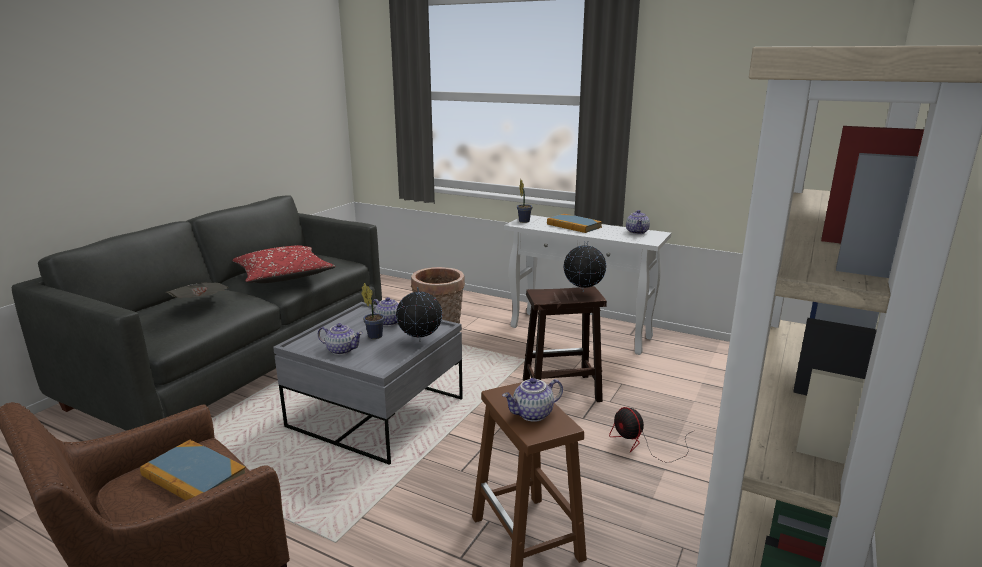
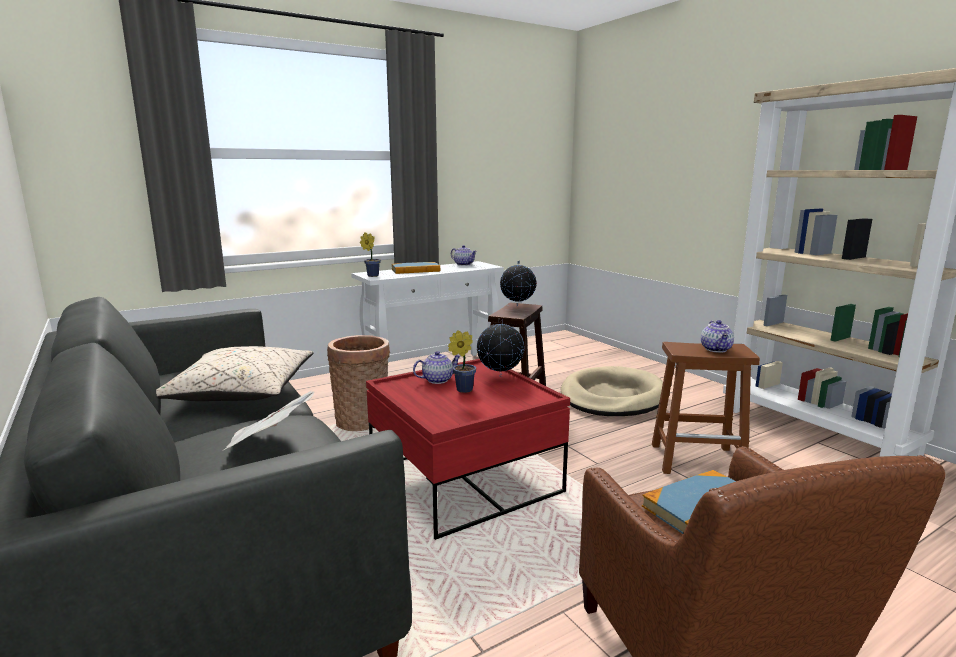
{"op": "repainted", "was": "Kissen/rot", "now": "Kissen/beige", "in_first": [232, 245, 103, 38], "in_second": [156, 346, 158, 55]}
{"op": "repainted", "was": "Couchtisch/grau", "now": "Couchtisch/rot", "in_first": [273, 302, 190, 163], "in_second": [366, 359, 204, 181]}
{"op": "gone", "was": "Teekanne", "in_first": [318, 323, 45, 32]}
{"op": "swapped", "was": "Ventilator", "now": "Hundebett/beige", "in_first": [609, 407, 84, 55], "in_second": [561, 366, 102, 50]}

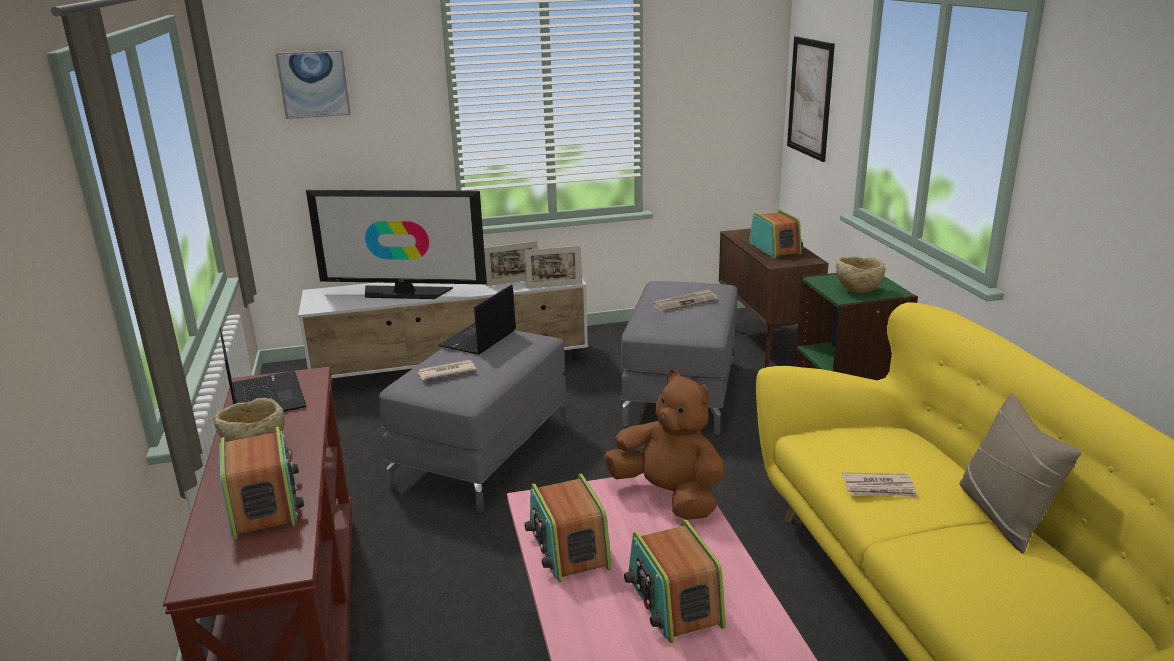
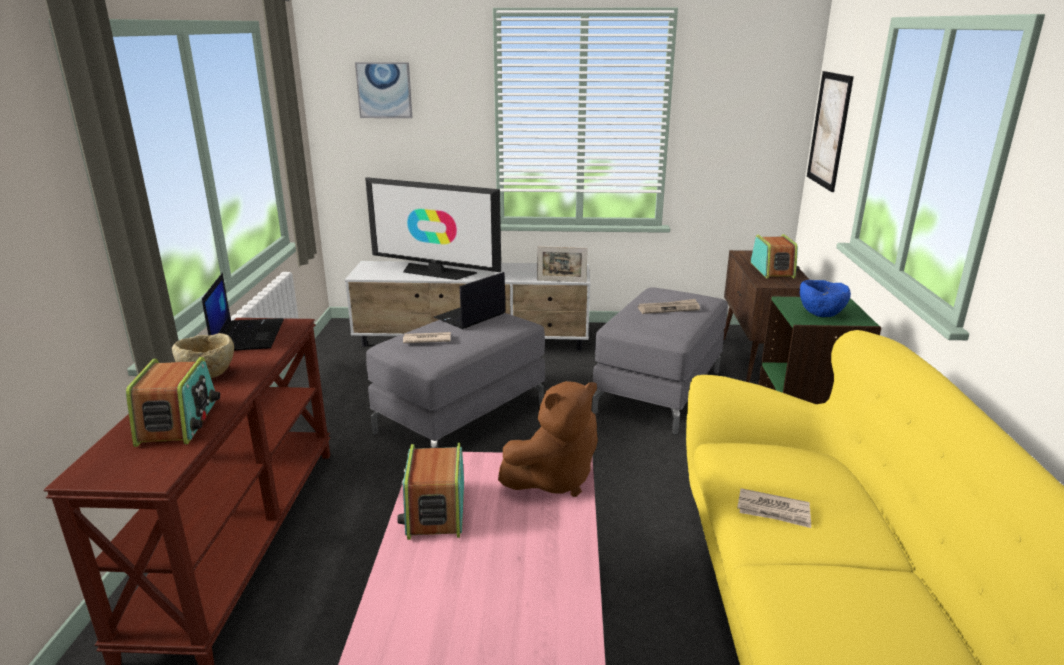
{"op": "gone", "was": "Bilderrahmen", "in_first": [484, 241, 54, 45]}
{"op": "repainted", "was": "Schüssel/beige", "now": "Schüssel/blau", "in_first": [836, 256, 50, 37], "in_second": [800, 280, 51, 37]}
{"op": "rotated", "was": "Plüschtier/braun", "in_first": [604, 370, 120, 150], "in_second": [498, 381, 100, 116], "clockwise": 90}
{"op": "gone", "was": "Kissen/beige", "in_first": [959, 393, 123, 161]}
{"op": "gone", "was": "Radio", "in_first": [624, 520, 102, 123]}

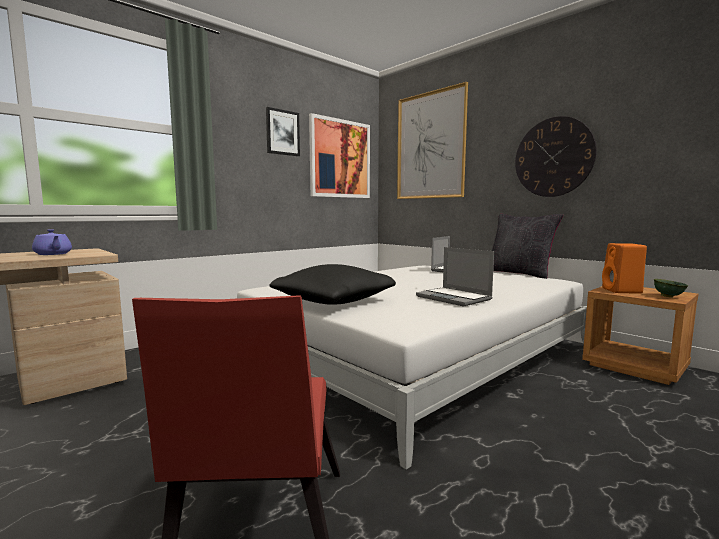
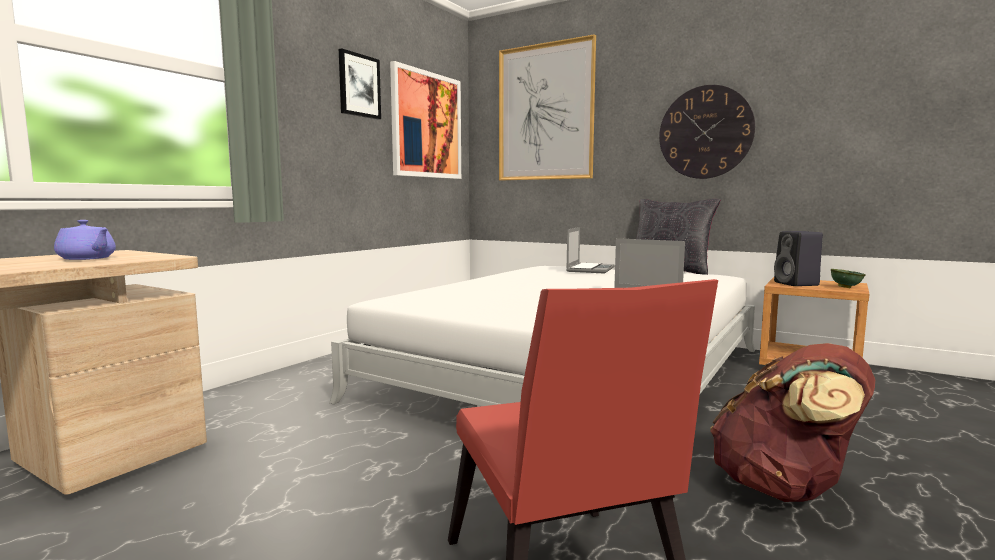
{"op": "repainted", "was": "Lautsprecher/orange", "now": "Lautsprecher/schwarz", "in_first": [602, 243, 45, 51], "in_second": [774, 231, 49, 55]}
{"op": "gone", "was": "Kissen/schwarz", "in_first": [269, 264, 127, 41]}
{"op": "new", "now": "Rucksack/braun", "in_second": [710, 343, 165, 159]}

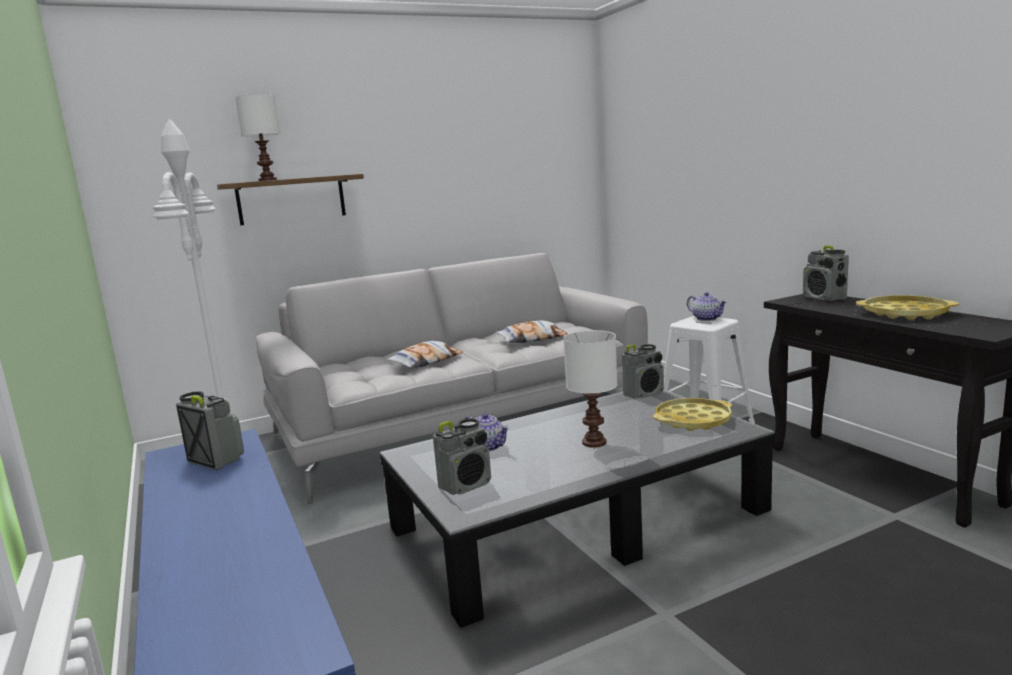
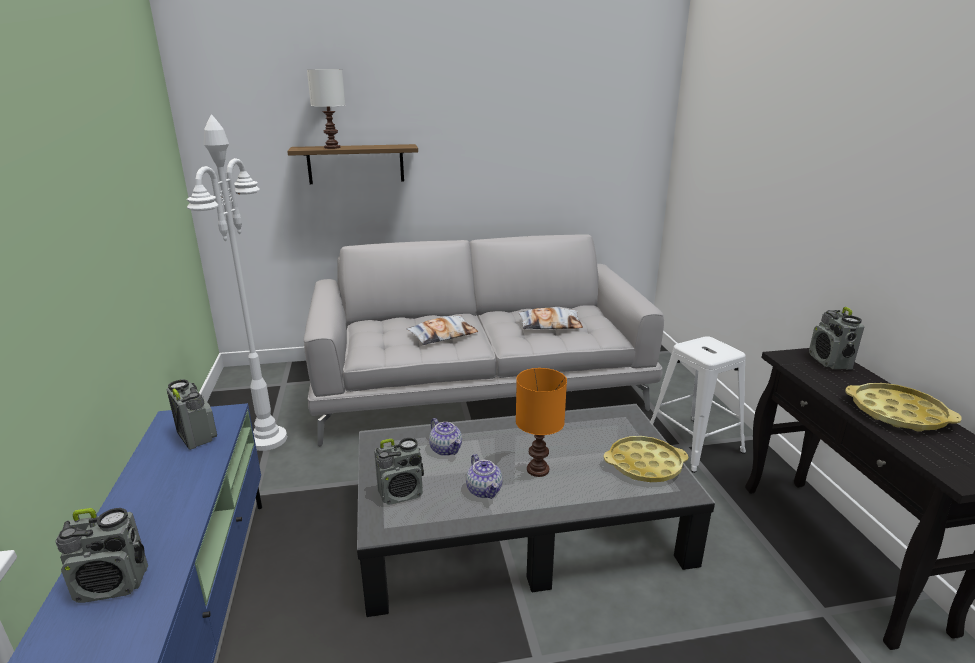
{"op": "shifted", "was": "Teekanne", "in_first": [687, 292, 40, 29], "in_second": [466, 454, 37, 45]}
{"op": "repainted", "was": "Tischlampe/weiß", "now": "Tischlampe/orange", "in_first": [563, 330, 55, 118], "in_second": [516, 368, 51, 109]}
{"op": "shifted", "was": "Radio", "in_first": [622, 344, 42, 55], "in_second": [55, 508, 93, 95]}

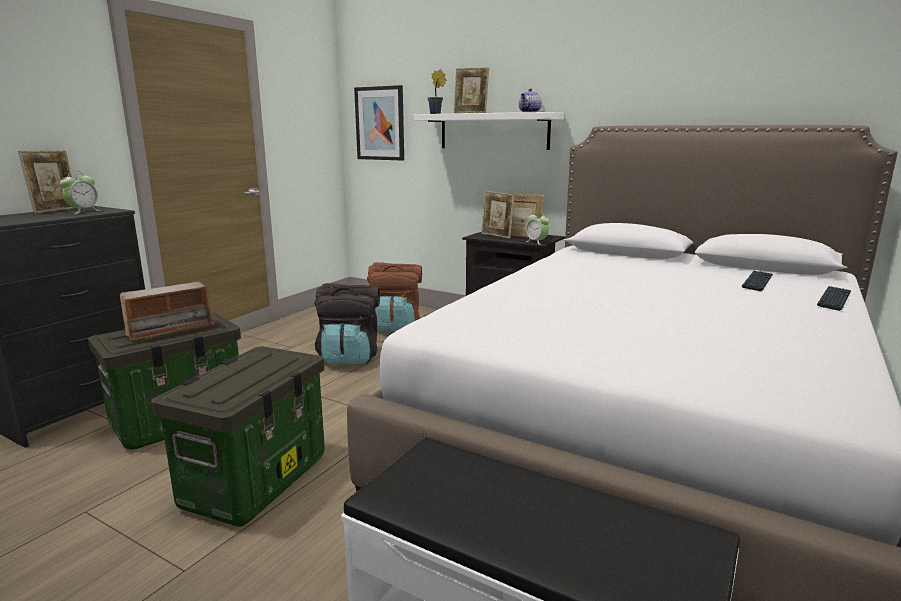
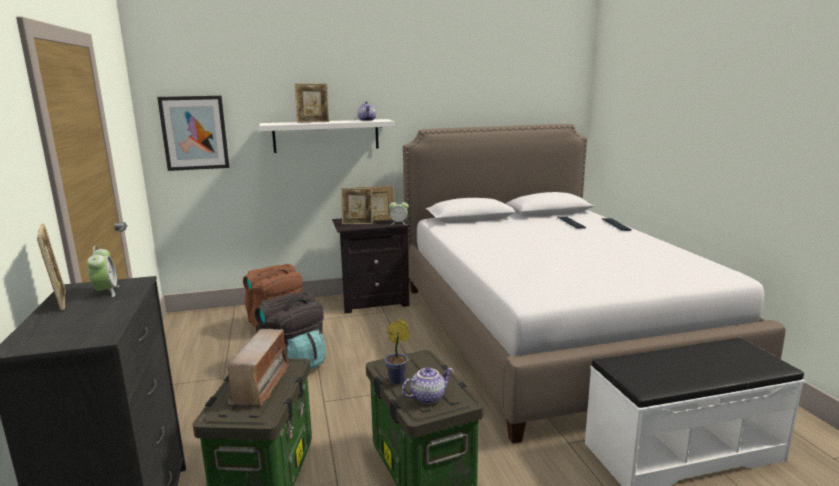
{"op": "shifted", "was": "Topfpflanze", "in_first": [428, 69, 18, 45], "in_second": [385, 318, 25, 66]}
{"op": "new", "now": "Teekanne", "in_second": [402, 367, 51, 37]}

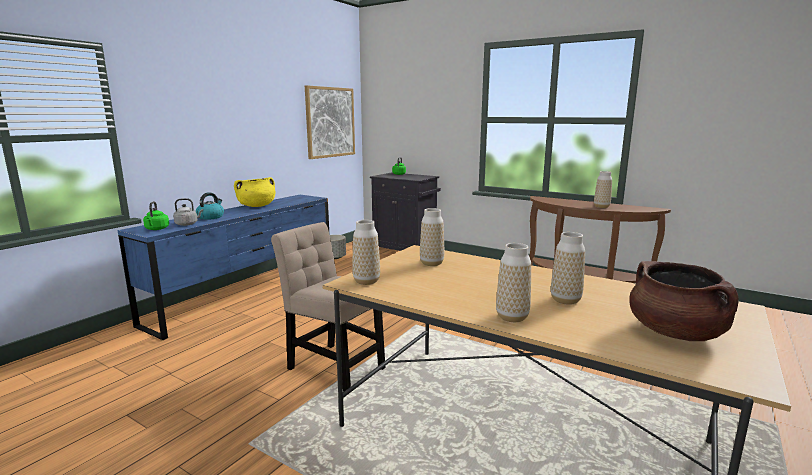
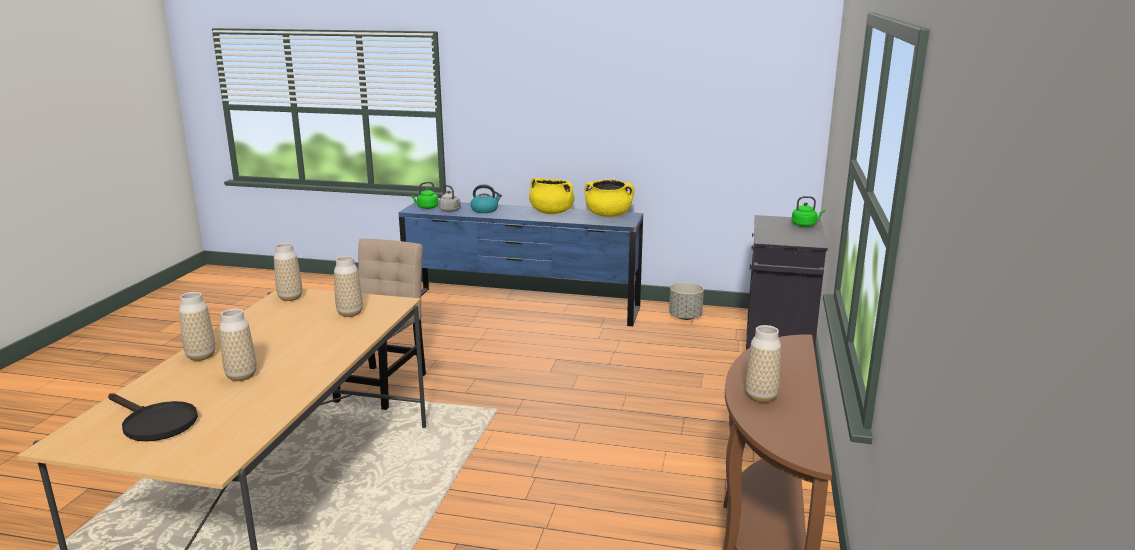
{"op": "gone", "was": "Bild", "in_first": [305, 85, 50, 74]}
{"op": "swapped", "was": "Kochtopf/braun", "now": "Pfanne/schwarz", "in_first": [629, 261, 109, 80], "in_second": [108, 393, 90, 48]}
{"op": "new", "now": "Kochtopf/gelb", "in_second": [585, 179, 49, 38]}

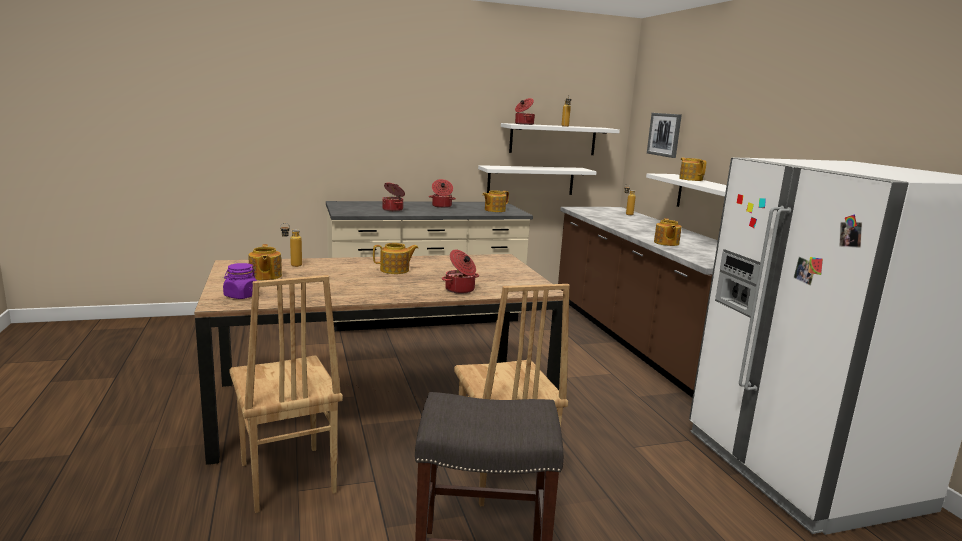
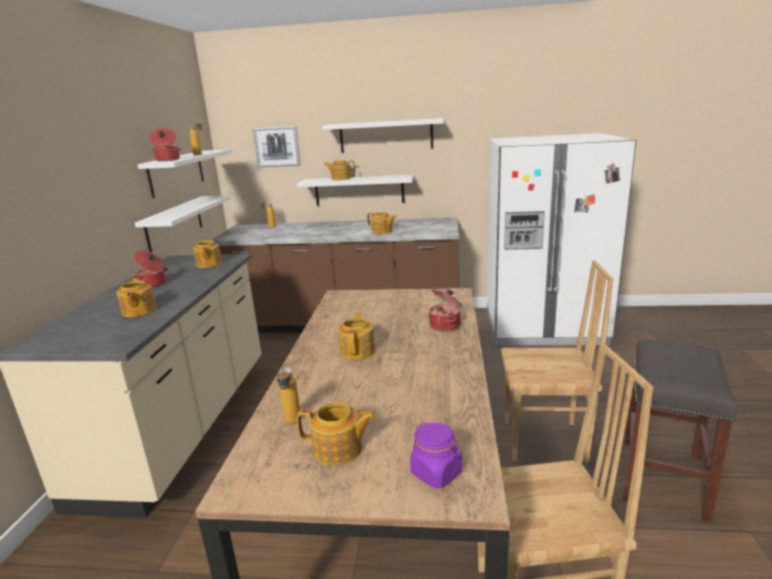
{"op": "swapped", "was": "Kochtopf", "now": "Teekanne", "in_first": [382, 183, 23, 28], "in_second": [116, 278, 40, 39]}
{"op": "new", "now": "Wandregal/weiß", "in_second": [322, 118, 122, 35]}

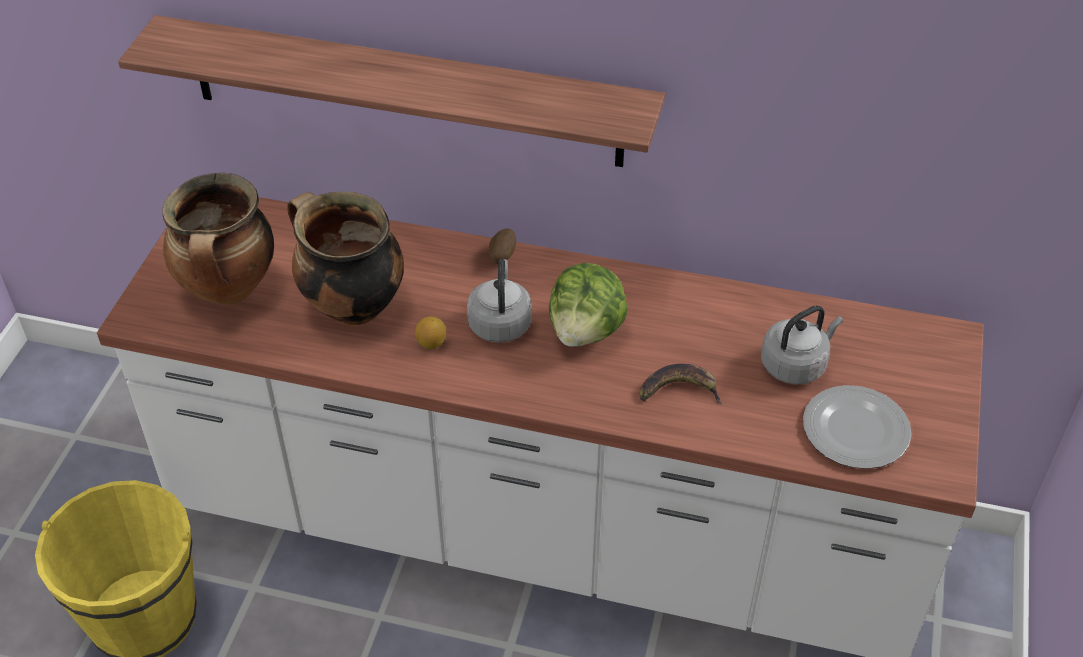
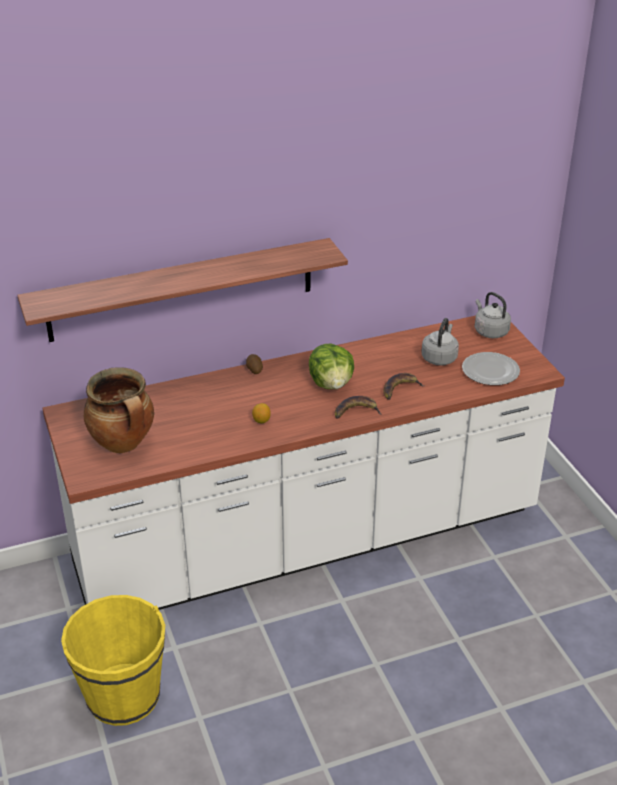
{"op": "gone", "was": "Kochtopf", "in_first": [287, 192, 117, 133]}
{"op": "shifted", "was": "Wasserkessel/grau", "in_first": [467, 258, 65, 85], "in_second": [475, 292, 36, 46]}
{"op": "new", "now": "Banane", "in_second": [335, 396, 47, 22]}

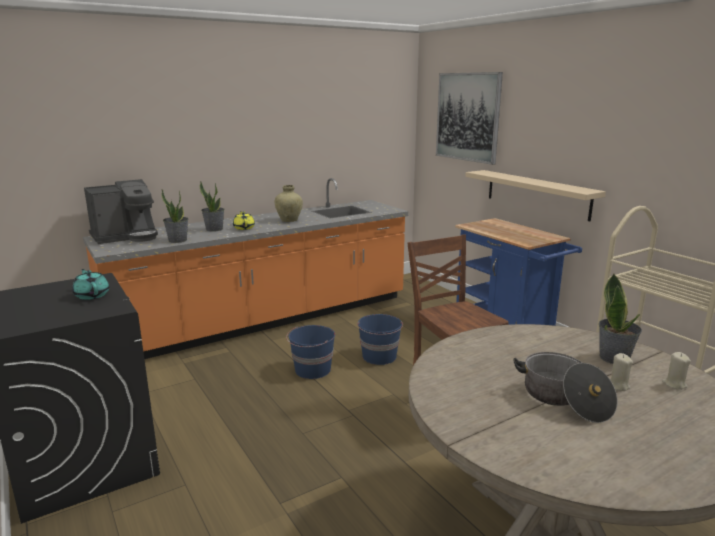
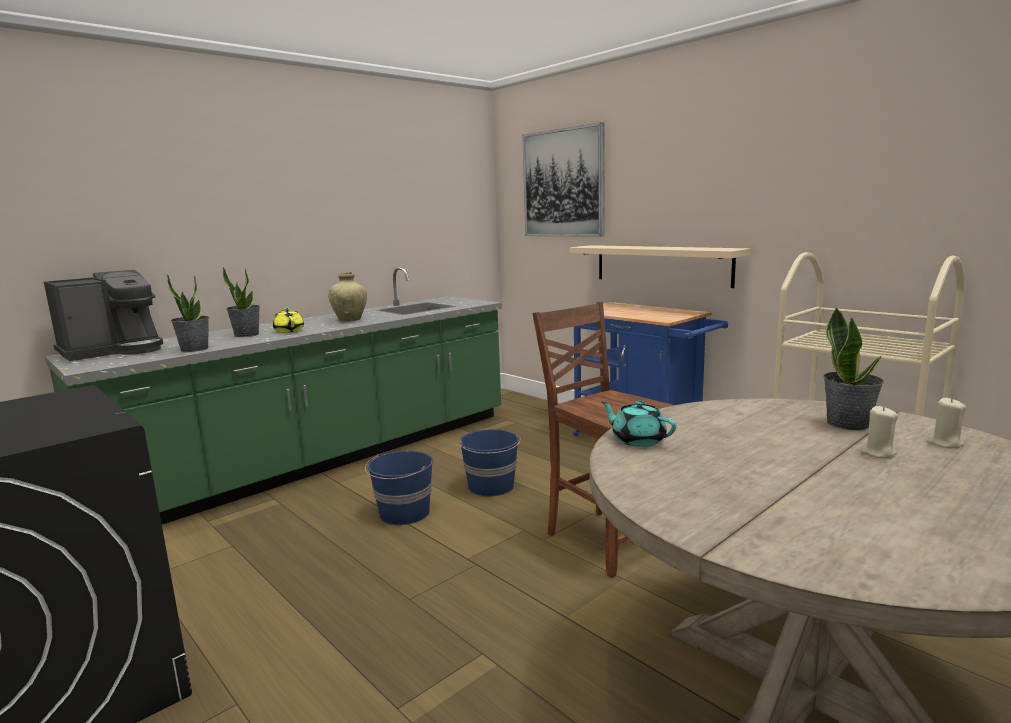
{"op": "repainted", "was": "Küchenzeile/orange", "now": "Küchenzeile/grün", "in_first": [83, 178, 326, 181], "in_second": [45, 267, 457, 257]}
{"op": "shifted", "was": "Teekanne/türkis", "in_first": [72, 269, 37, 31], "in_second": [601, 400, 76, 47]}
{"op": "gone", "was": "Kochtopf", "in_first": [513, 352, 104, 71]}

